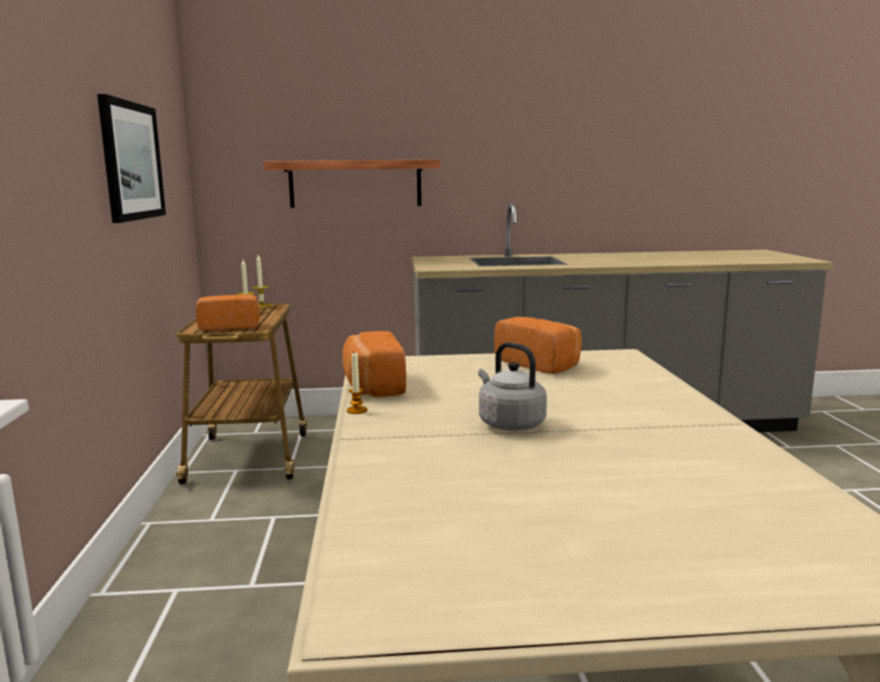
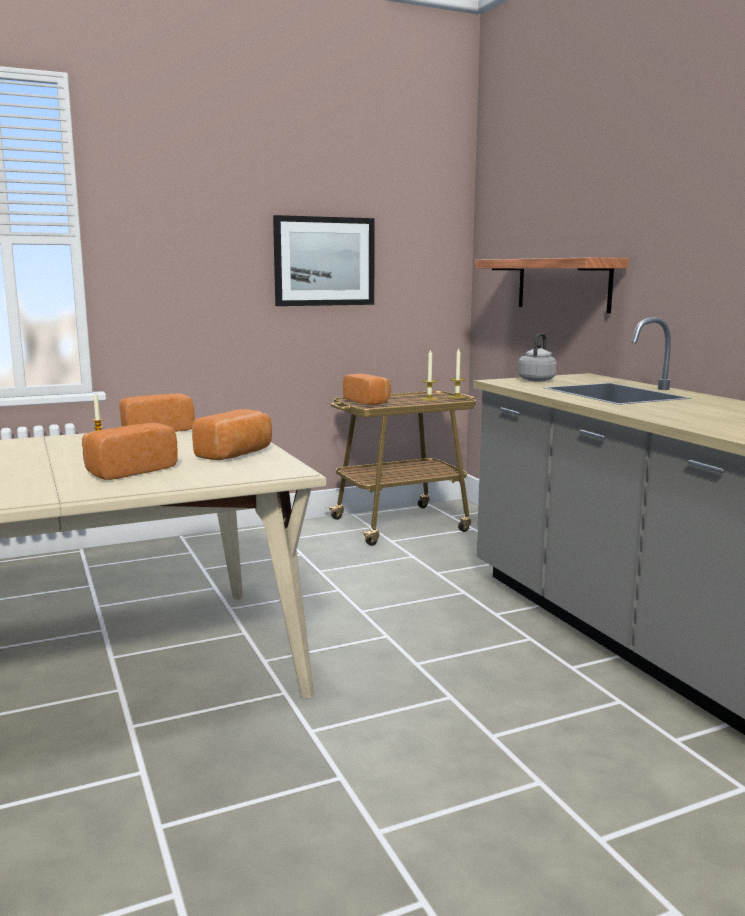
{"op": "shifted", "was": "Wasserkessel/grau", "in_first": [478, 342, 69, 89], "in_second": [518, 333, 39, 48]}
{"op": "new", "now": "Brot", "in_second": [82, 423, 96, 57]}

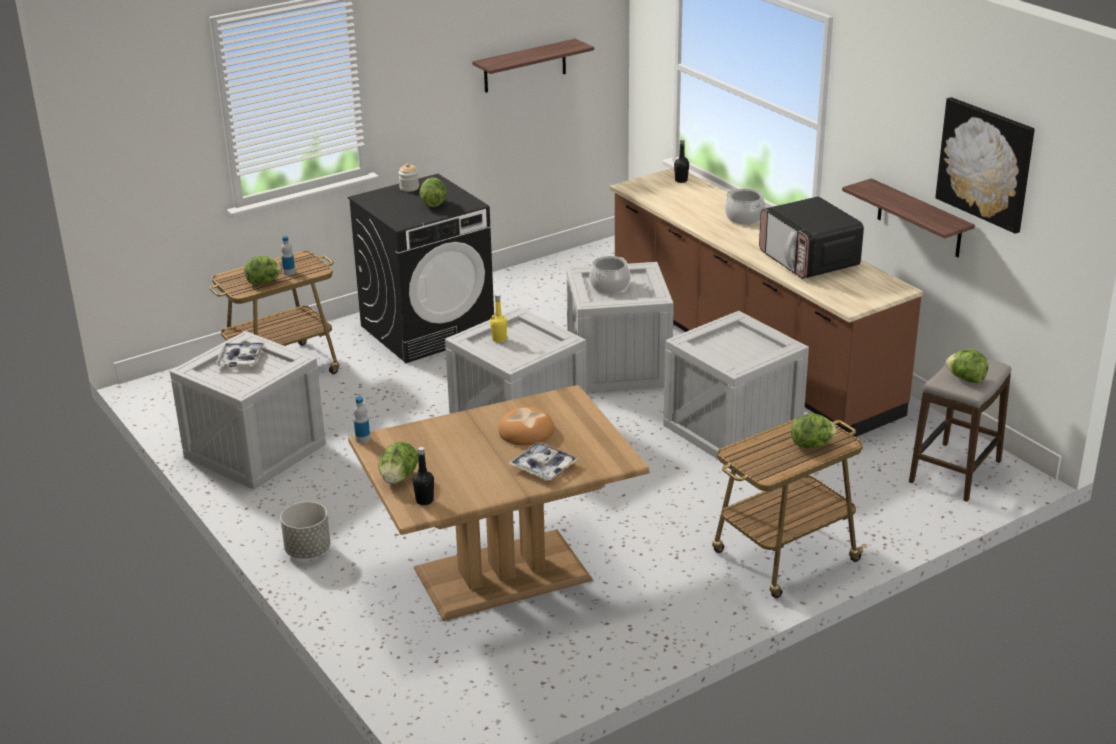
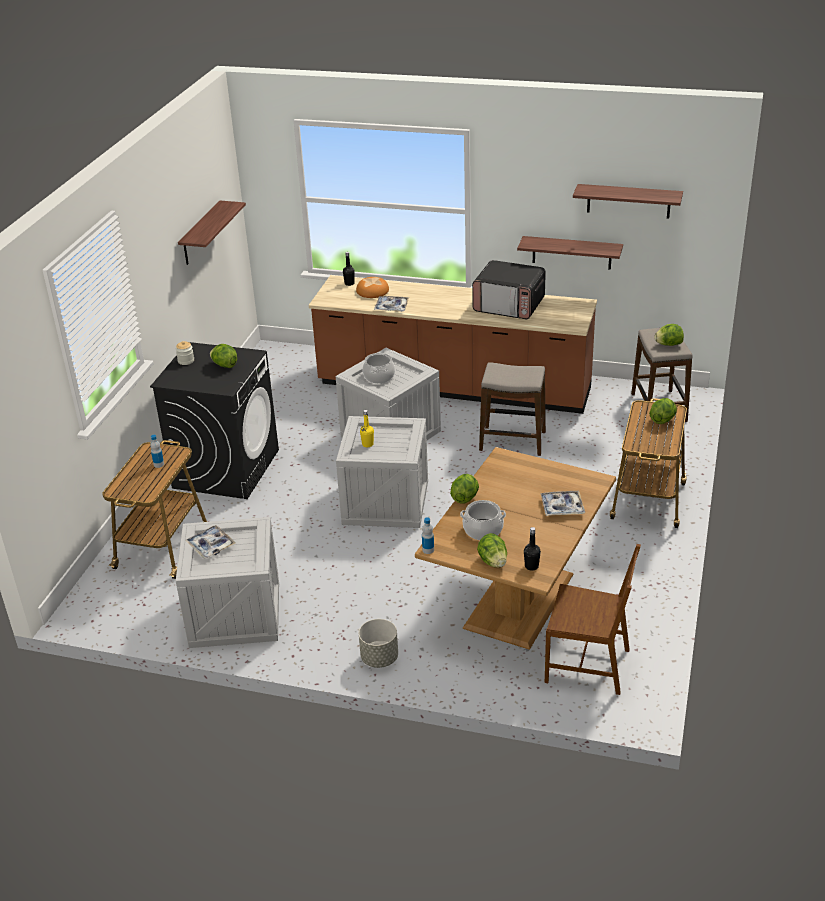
{"op": "swapped", "was": "Bild", "now": "Wandregal", "in_first": [935, 97, 100, 137], "in_second": [573, 184, 110, 35]}
{"op": "shifted", "was": "Kochtopf", "in_first": [725, 188, 41, 37], "in_second": [460, 500, 46, 40]}
{"op": "shifted", "was": "Salatkopf", "in_first": [244, 256, 38, 29], "in_second": [450, 474, 29, 30]}
{"op": "swapped", "was": "Kiste", "now": "Hocker", "in_first": [664, 311, 145, 149], "in_second": [479, 362, 67, 94]}
{"op": "shifted", "was": "Brot", "in_first": [499, 407, 55, 38], "in_second": [356, 277, 33, 21]}
{"op": "new", "now": "Tablett", "in_second": [374, 296, 35, 16]}
{"op": "new", "now": "Stuhl/braun", "in_second": [545, 544, 96, 151]}

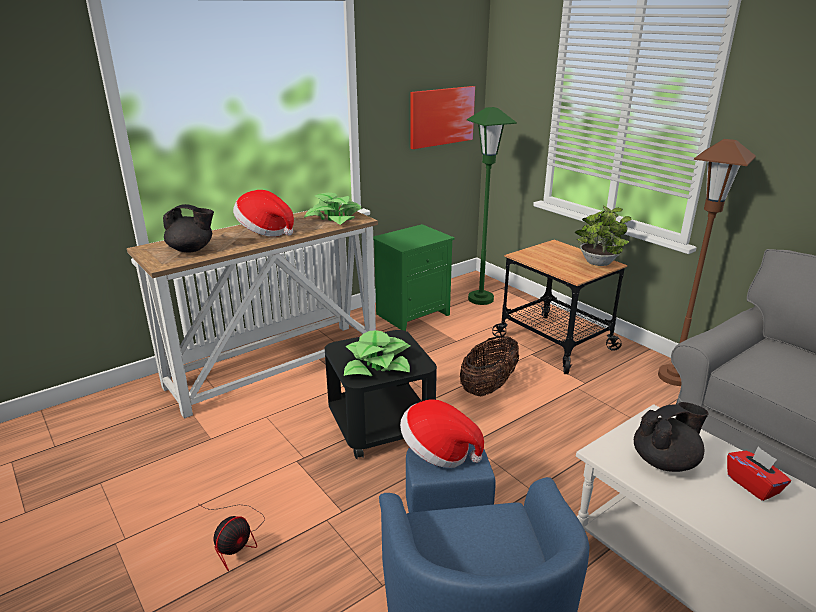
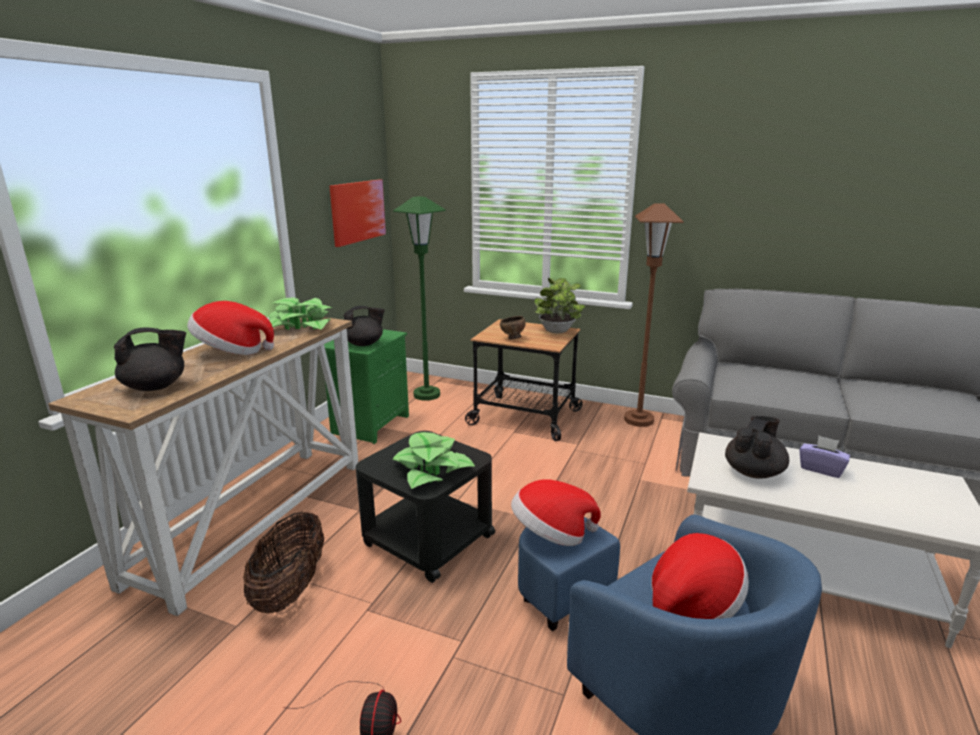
{"op": "shifted", "was": "Korb", "in_first": [460, 336, 59, 60], "in_second": [243, 511, 81, 103]}
{"op": "repainted", "was": "Taschentuchbox/rot", "now": "Taschentuchbox/lila", "in_first": [727, 446, 64, 55], "in_second": [799, 436, 51, 42]}
{"op": "new", "now": "Teekanne/schwarz", "in_second": [343, 306, 42, 40]}
{"op": "new", "now": "Schüssel/braun", "in_second": [500, 316, 26, 24]}
{"op": "new", "now": "Hut", "in_second": [651, 533, 98, 86]}

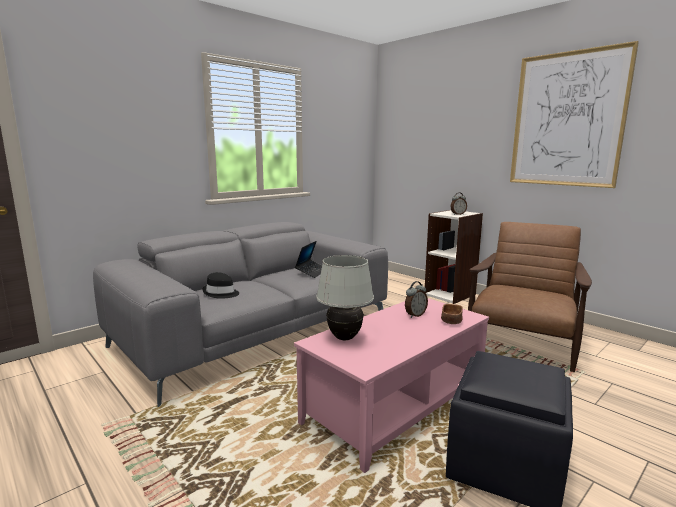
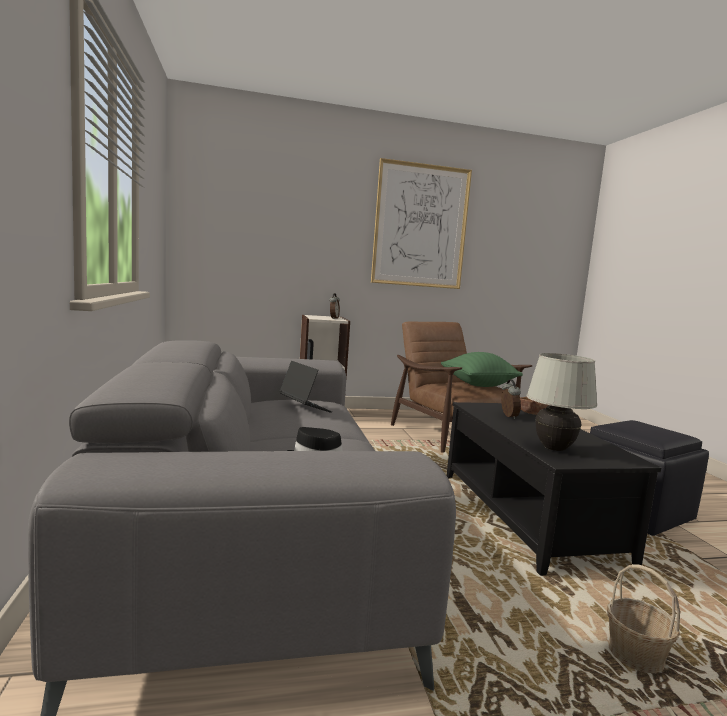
{"op": "repainted", "was": "Couchtisch/rosa", "now": "Couchtisch/schwarz", "in_first": [294, 298, 195, 175], "in_second": [447, 402, 214, 174]}
{"op": "new", "now": "Kissen/grün", "in_second": [441, 352, 82, 35]}
{"op": "new", "now": "Korb", "in_second": [607, 564, 73, 109]}

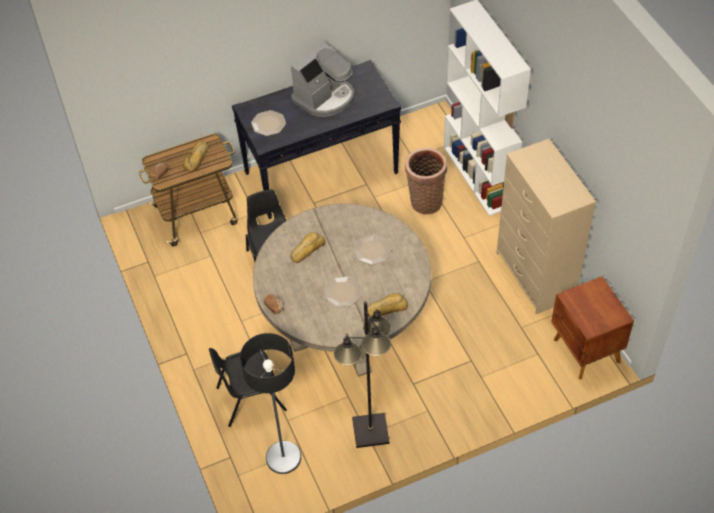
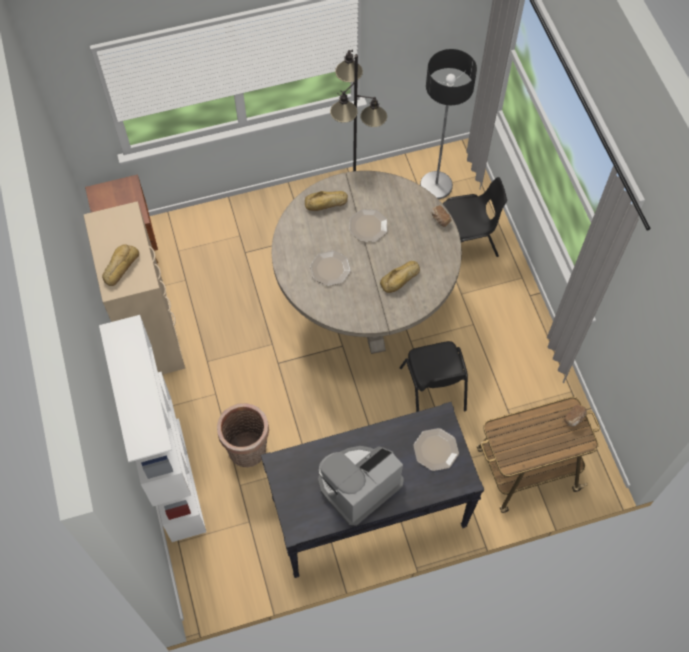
{"op": "shifted", "was": "Brot", "in_first": [183, 141, 25, 31], "in_second": [102, 244, 37, 42]}

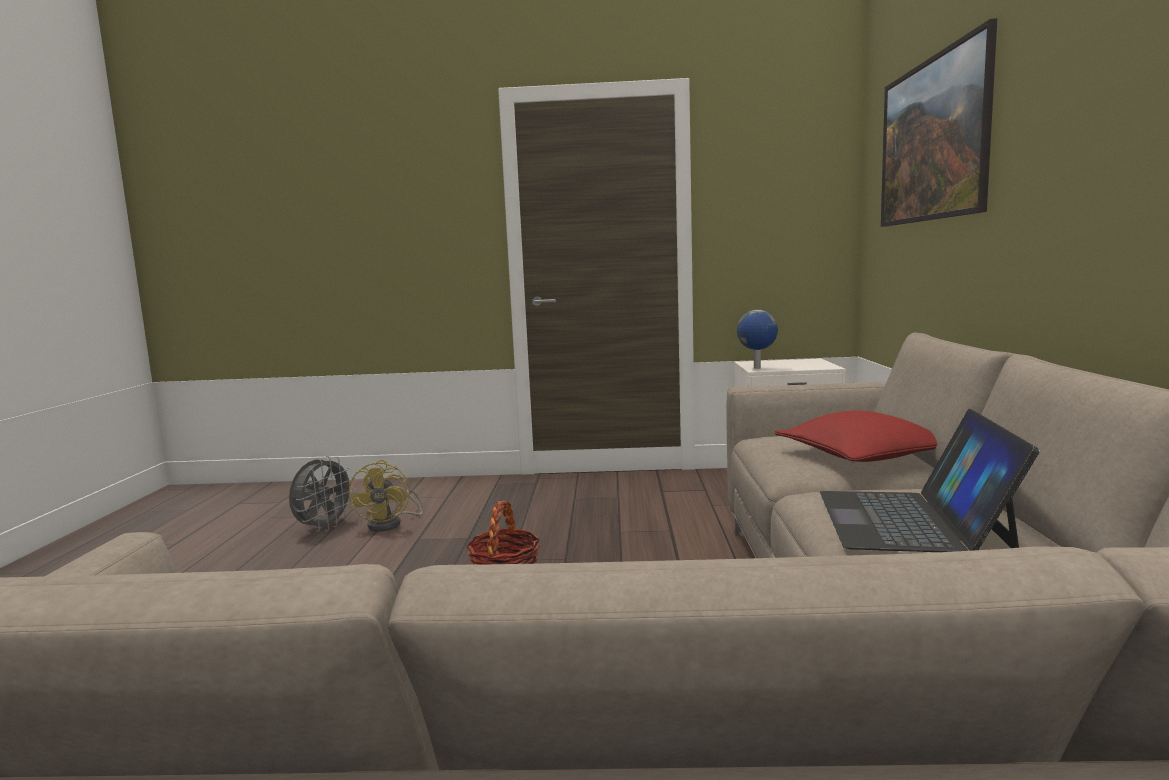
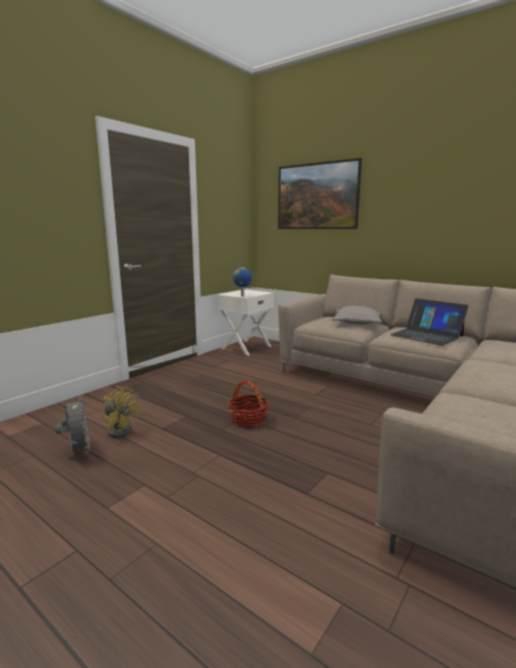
{"op": "repainted", "was": "Kissen/rot", "now": "Kissen/grau", "in_first": [775, 410, 162, 52], "in_second": [332, 306, 50, 19]}

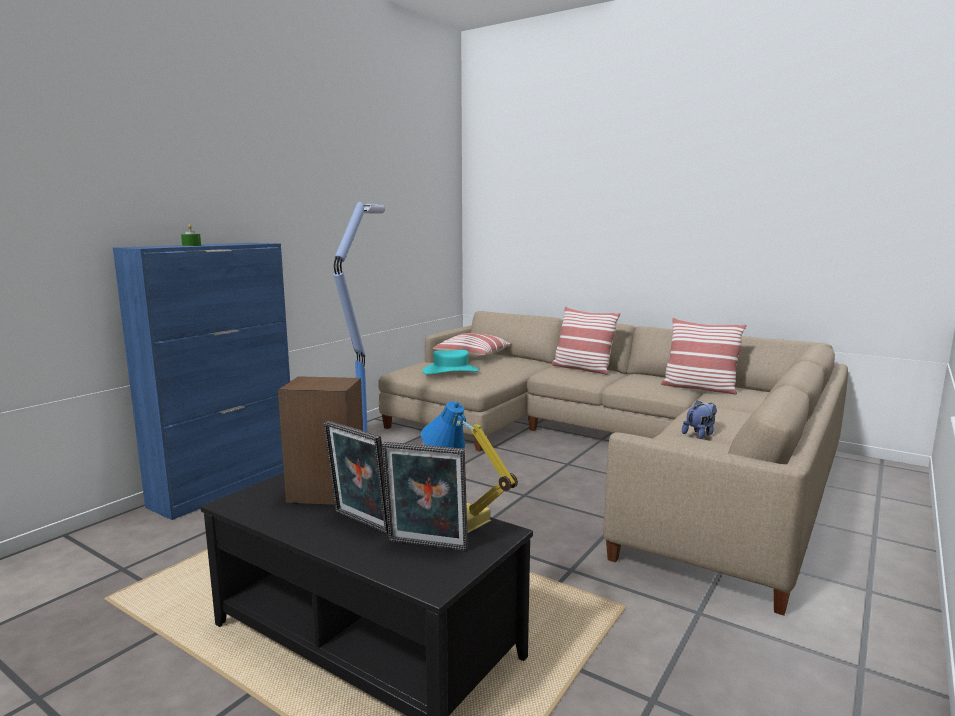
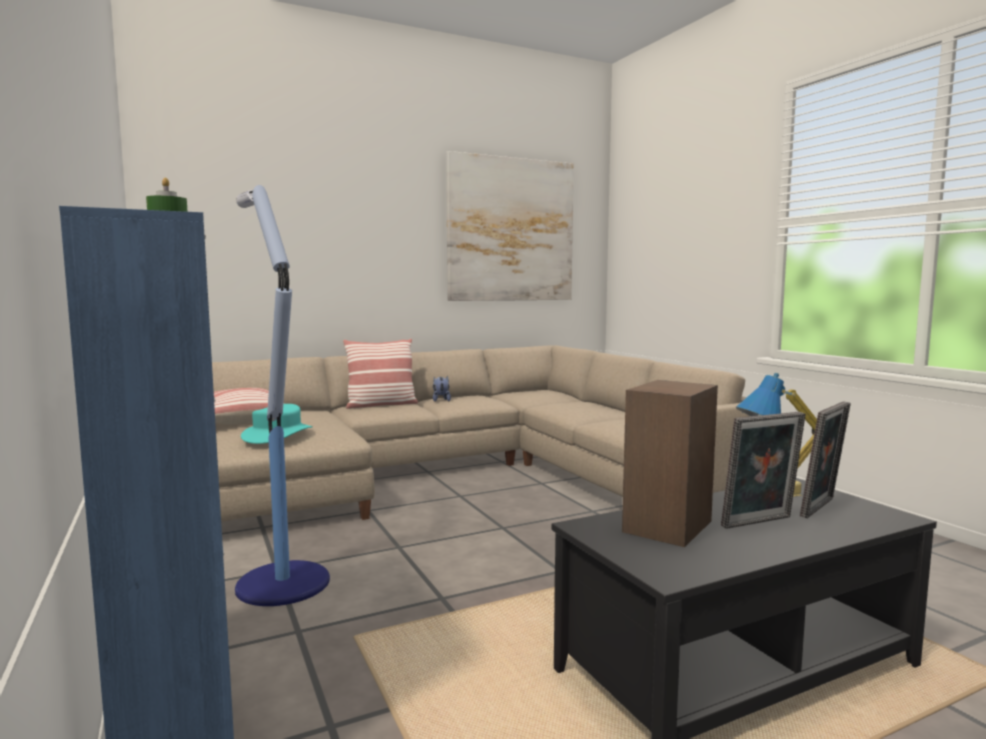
{"op": "gone", "was": "Kissen", "in_first": [661, 318, 85, 77]}
{"op": "shifted", "was": "Plüschtier", "in_first": [682, 400, 35, 39], "in_second": [433, 376, 18, 26]}
{"op": "new", "now": "Bild", "in_second": [446, 151, 128, 150]}

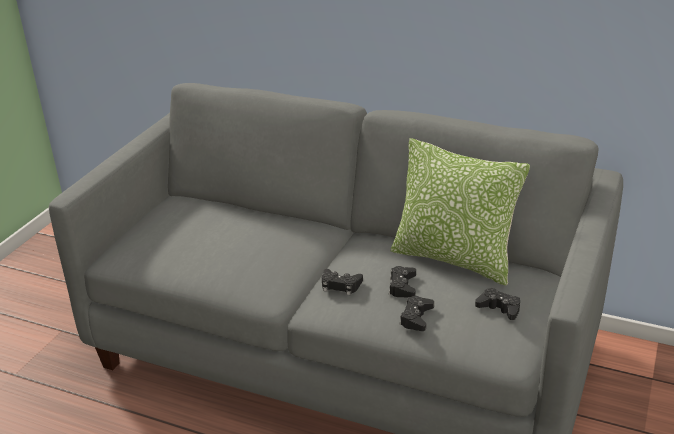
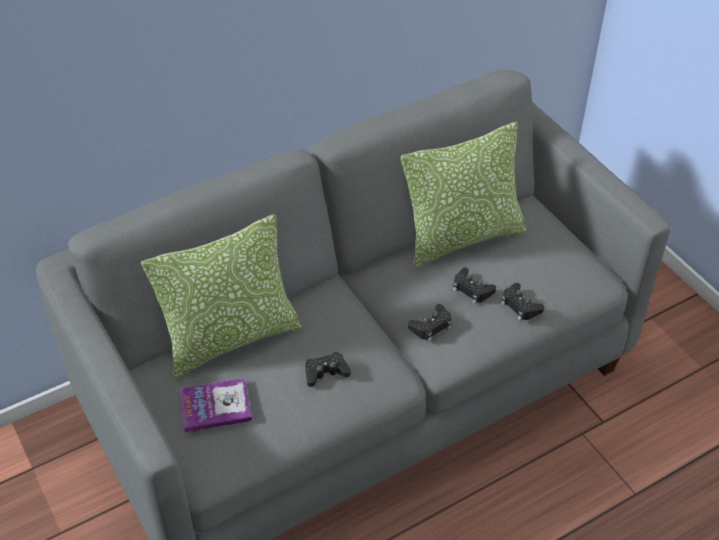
{"op": "shifted", "was": "Gamepad/schwarz", "in_first": [475, 288, 45, 32], "in_second": [305, 352, 46, 35]}
{"op": "new", "now": "Kissen", "in_second": [141, 214, 161, 164]}
{"op": "new", "now": "Buch", "in_second": [180, 378, 72, 54]}

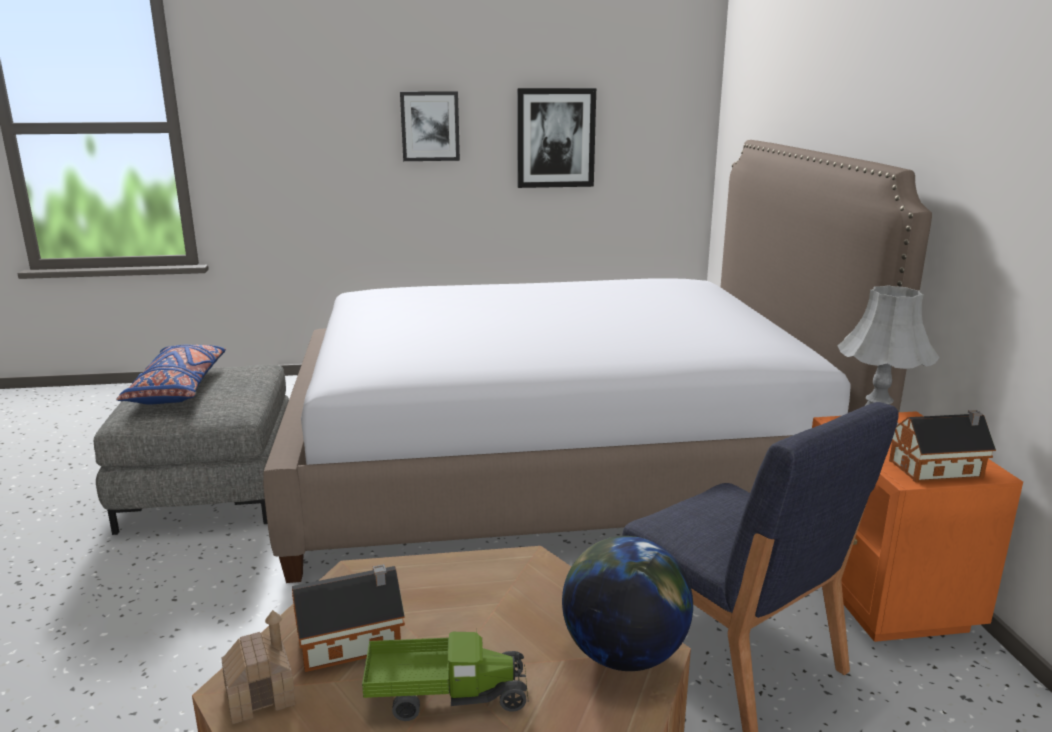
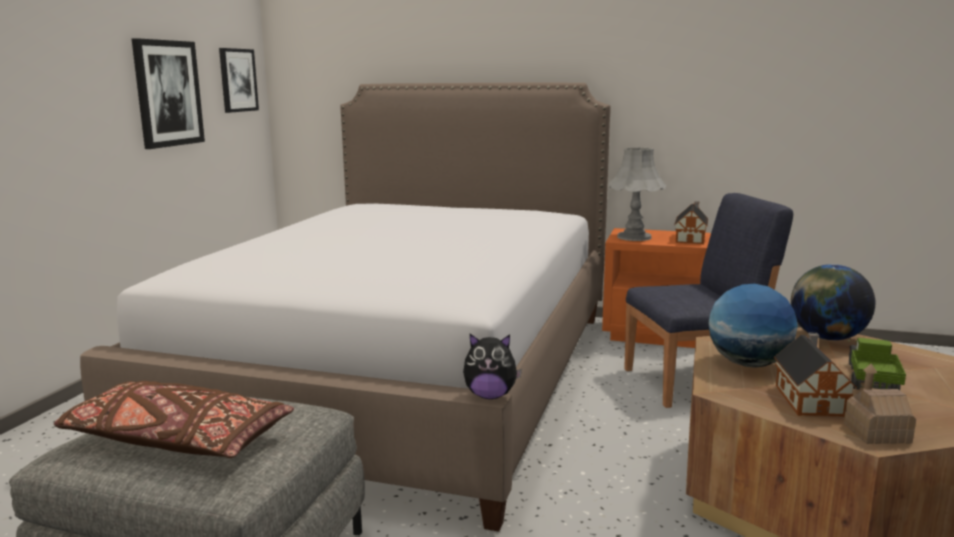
{"op": "shifted", "was": "Bild", "in_first": [400, 91, 60, 70], "in_second": [219, 48, 40, 65]}
{"op": "repainted", "was": "Kissen/blau", "now": "Kissen/braun", "in_first": [116, 345, 110, 59], "in_second": [54, 381, 240, 77]}
{"op": "new", "now": "Globus", "in_second": [708, 283, 90, 85]}
{"op": "new", "now": "Plüschtier", "in_second": [463, 334, 59, 65]}

